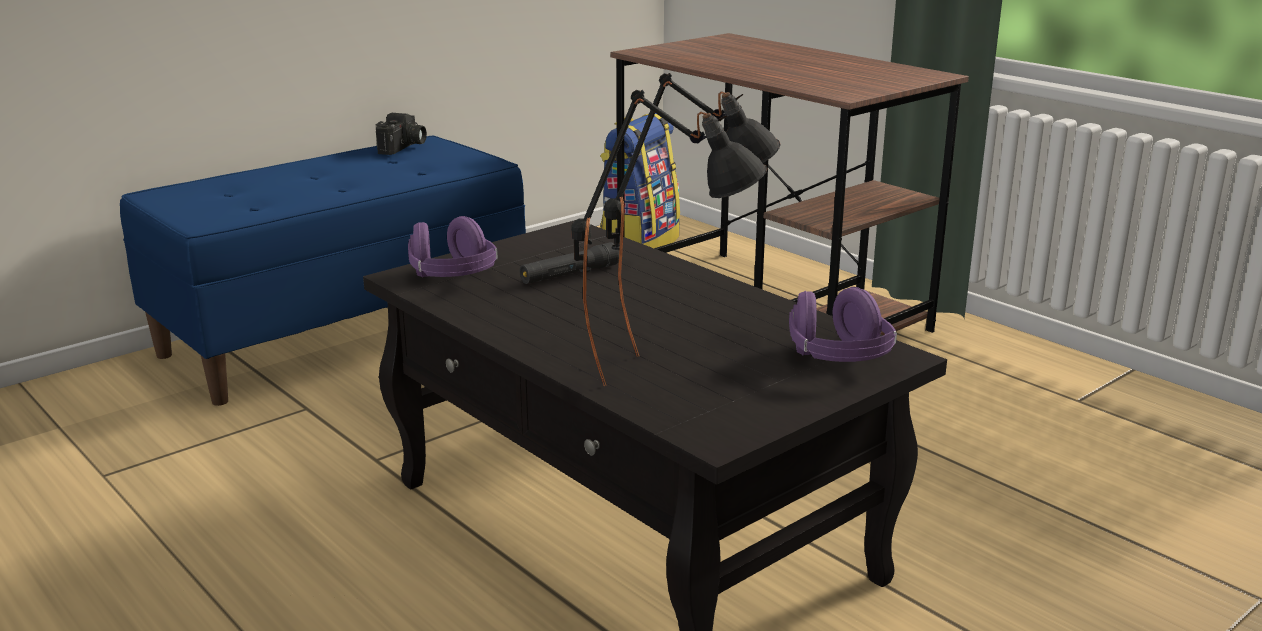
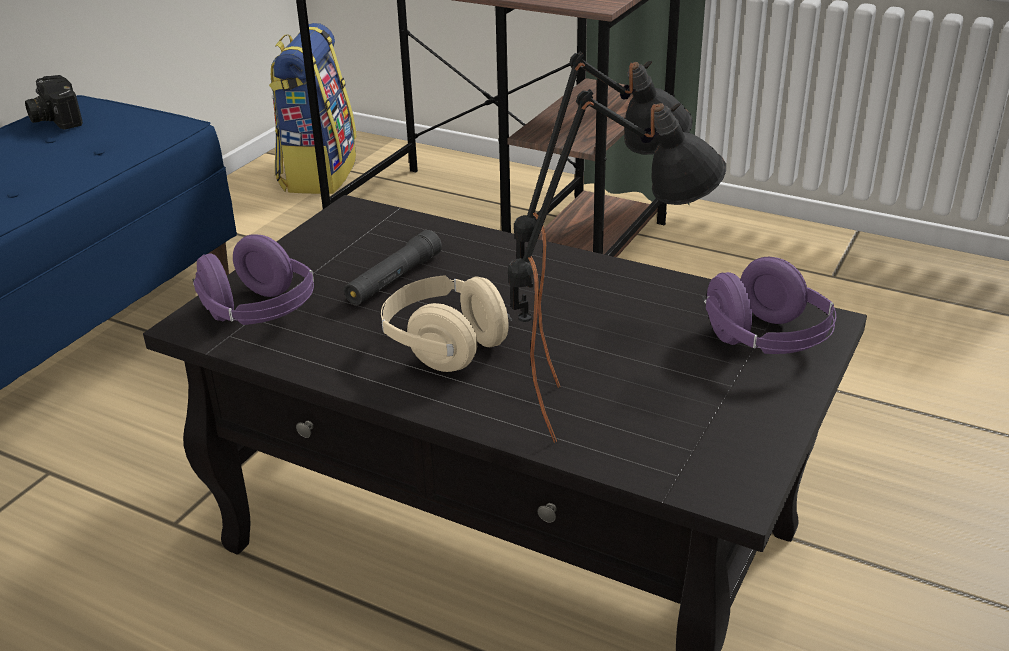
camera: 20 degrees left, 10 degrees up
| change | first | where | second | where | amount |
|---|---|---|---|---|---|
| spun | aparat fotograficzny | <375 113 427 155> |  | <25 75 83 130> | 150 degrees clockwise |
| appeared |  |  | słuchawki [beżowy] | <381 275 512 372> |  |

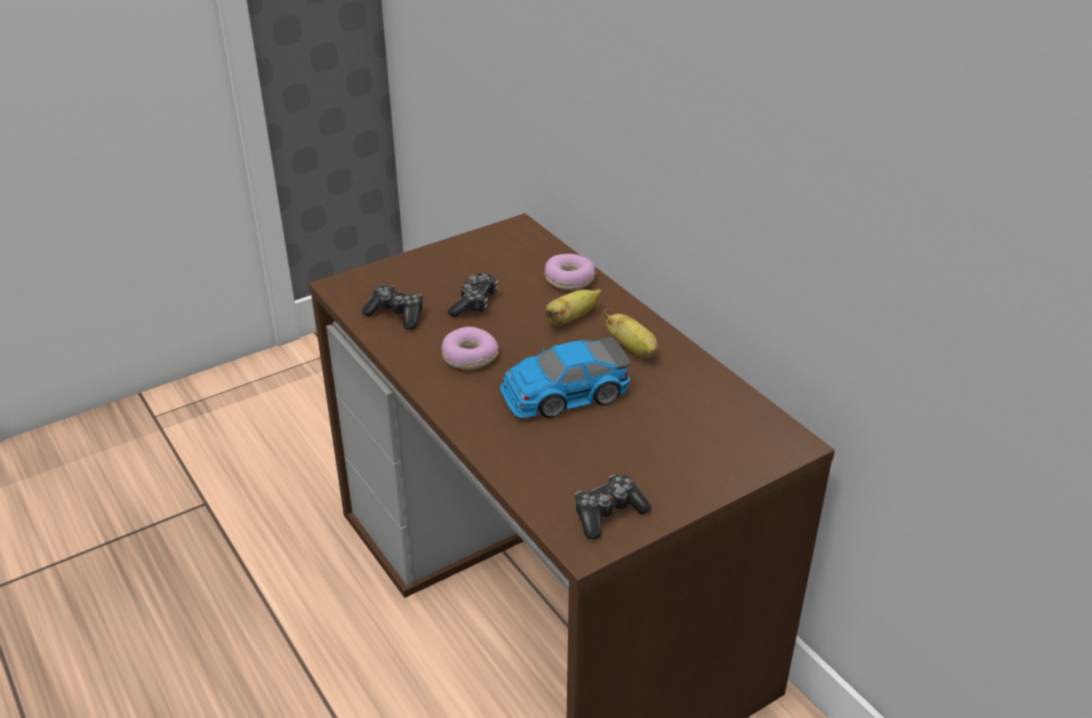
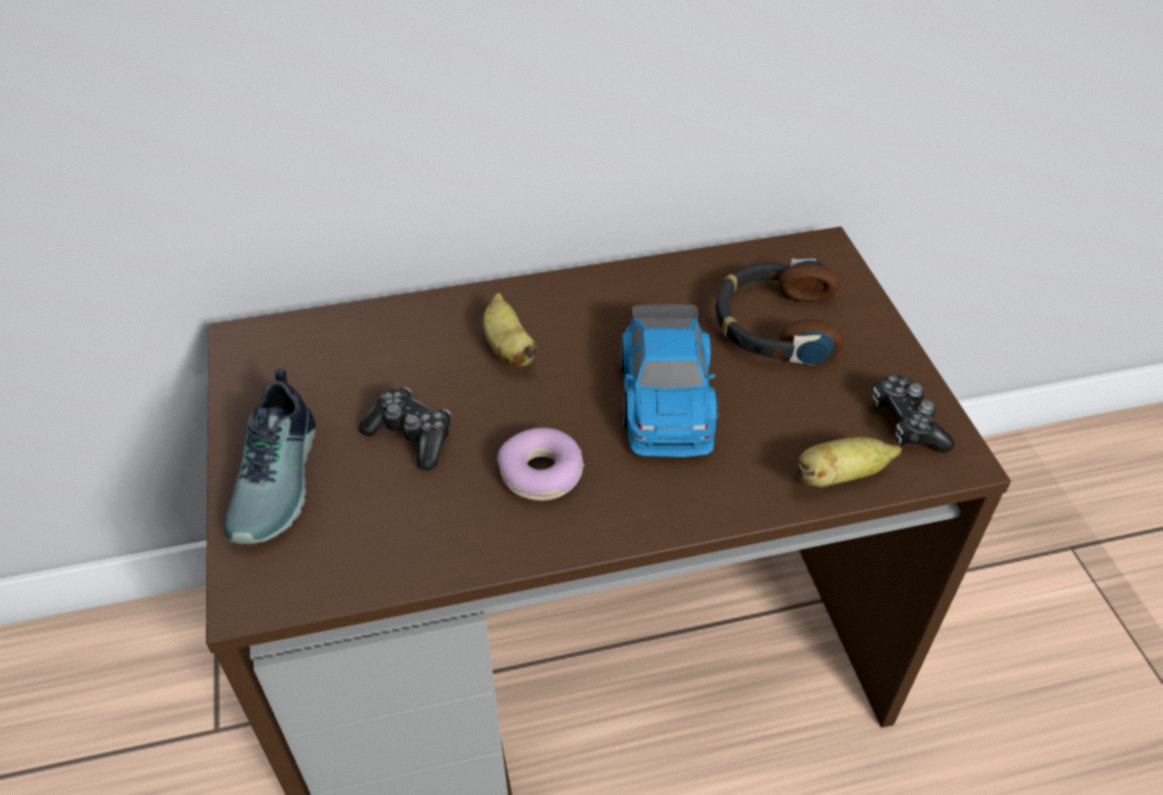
camera: 70 degrees left, 10 degrees up
| change | first | where | second | where | amount |
|---|---|---|---|---|---|
| appeared |  |  | but | <224 369 316 544> |  |
| appeared |  |  | słuchawki | <715 258 845 365> |  |
| relocated | banan | <603 309 658 358> |  | <796 437 902 487> |  |
| missing | pad do gier | <362 285 423 330> |  |  |  |
| missing | donut | <545 254 596 290> |  |  |  |

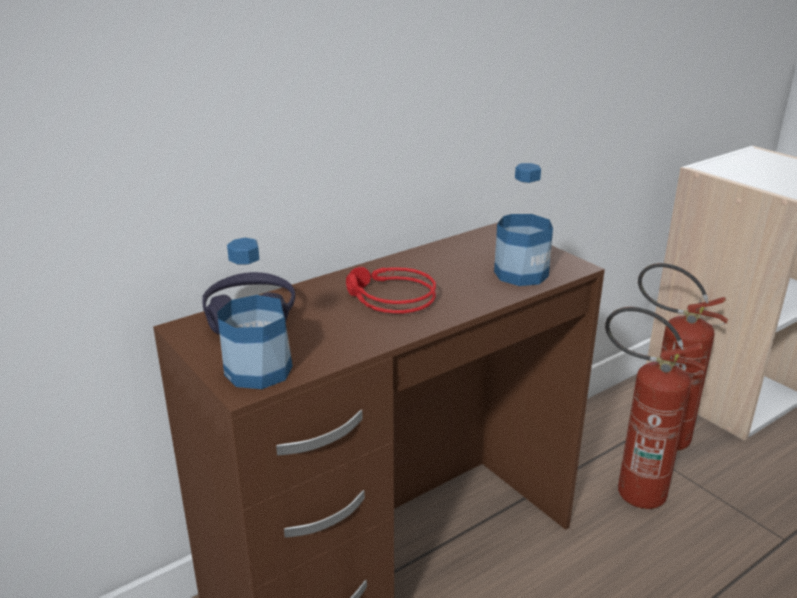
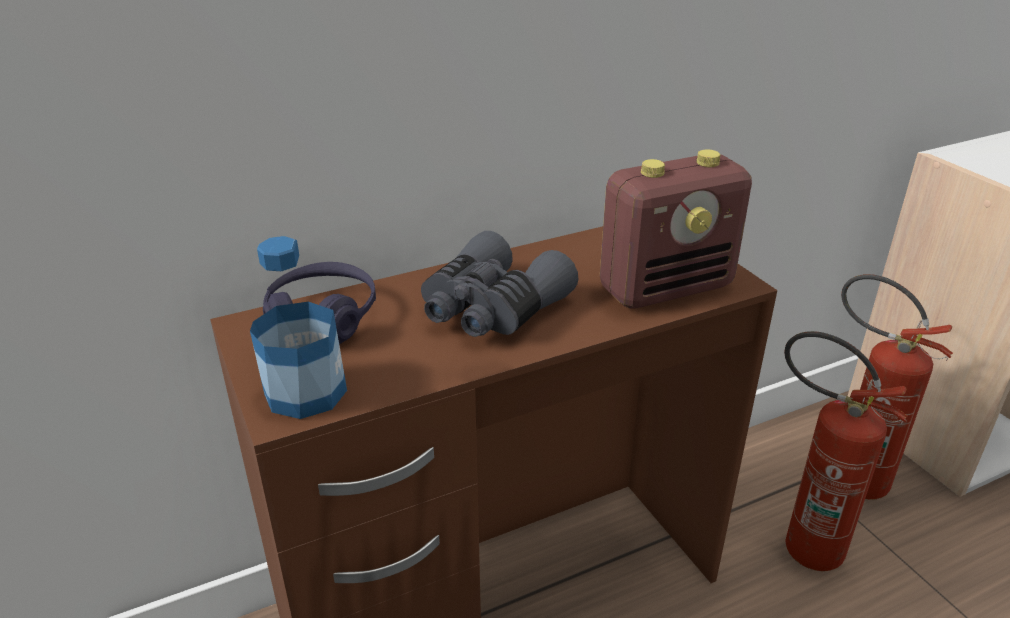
camera: 10 degrees right, 5 degrees up
| change | first | where | second | where | amount |
|---|---|---|---|---|---|
| exchanged | słuchawki [czerwony] | <346 267 436 313> | lornetka [szary] | <421 231 578 337> |  |
| exchanged | butelka | <494 163 553 286> | radio | <600 149 752 309> |  |

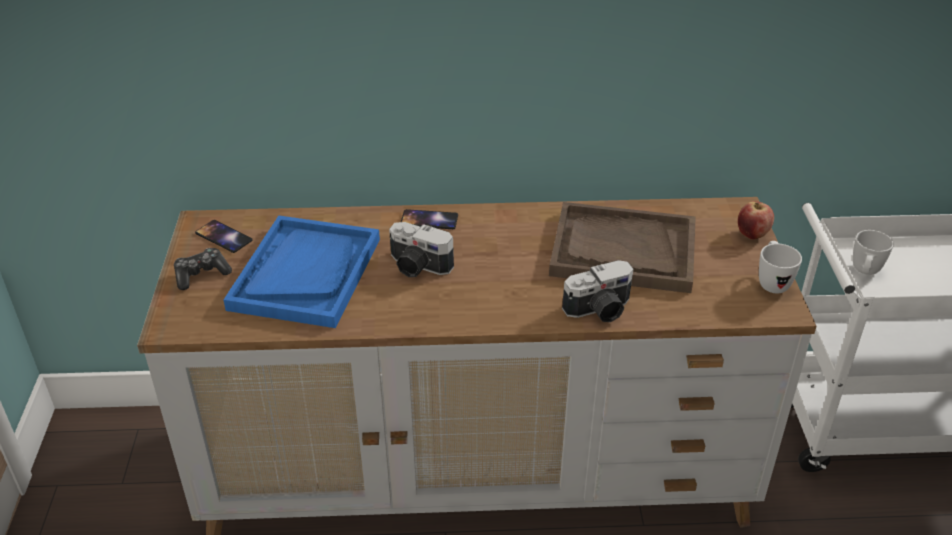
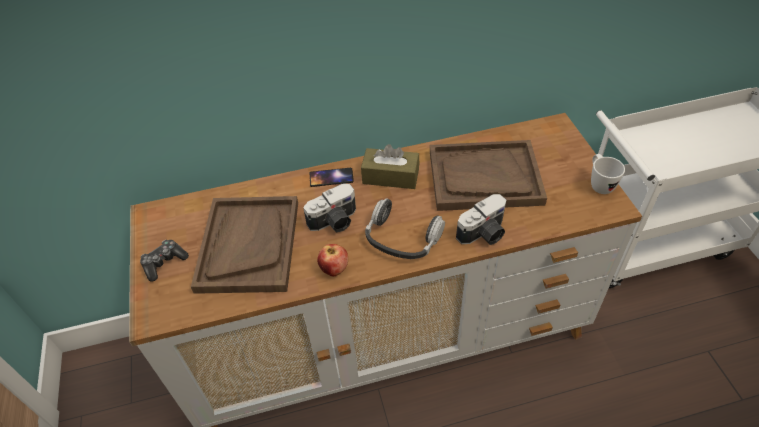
camera: 10 degrees left, 10 degrees up
| change | first | where | second | where | amount |
|---|---|---|---|---|---|
| colour | taca [niebieski] | <224 216 380 328> | taca [brązowy] | <191 196 298 294> |  |
| spun | aparat fotograficzny | <389 222 454 277> |  | <303 184 356 232> | 45 degrees counterclockwise |
| relocated | jabłko | <738 201 774 239> |  | <317 244 348 276> |  |
| appeared |  |  | pudełko chusteczek [brązowy] | <361 144 419 189> |  |
| appeared |  |  | słuchawki | <365 198 445 259> |  |
| missing | telefon | <195 220 253 253> |  |  |  |
| missing | kubek [biały] | <853 230 894 275> |  |  |  |

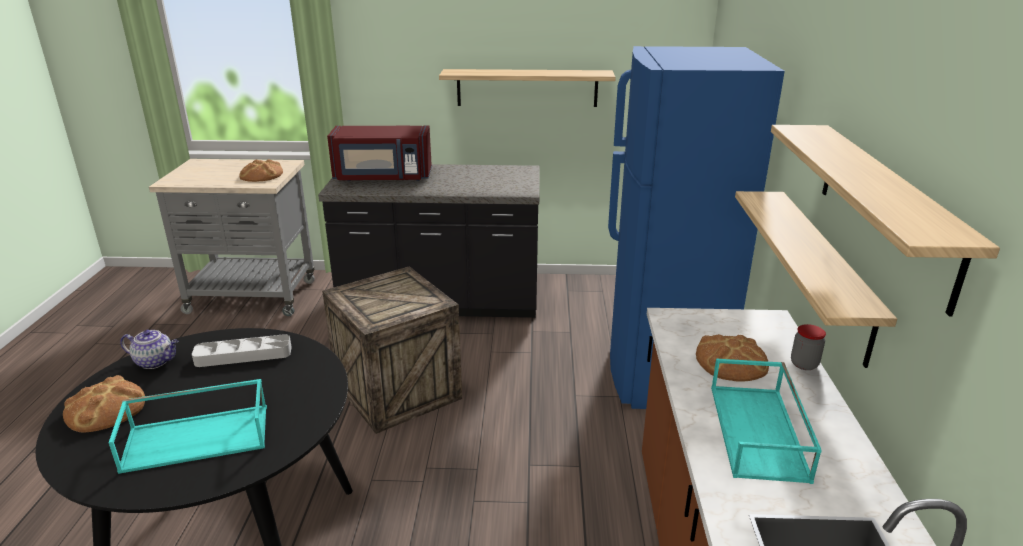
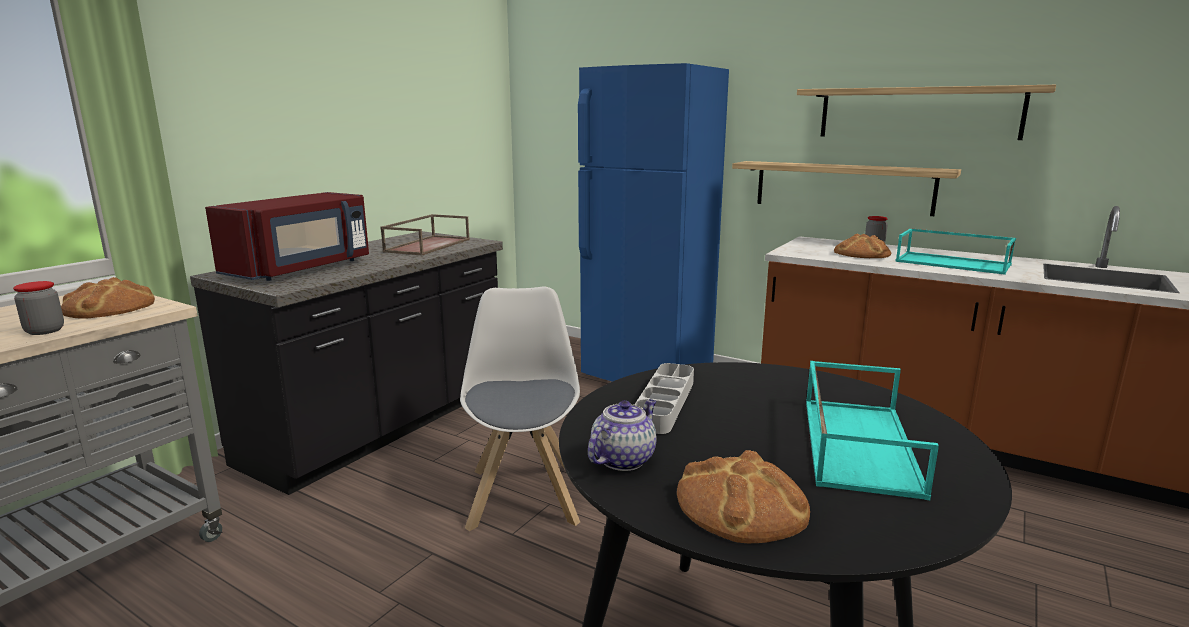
camera: 60 degrees left, 10 degrees down
| change | first | where | second | where | amount |
|---|---|---|---|---|---|
| appeared |  |  | słoik | <13 281 64 335> |  |
| appeared |  |  | taca [brązowy] | <380 214 470 256> |  |
| exchanged | skrzynka | <322 266 462 434> | krzesło | <460 287 580 531> |  |
| missing | półka | <439 69 616 107> |  |  |  |

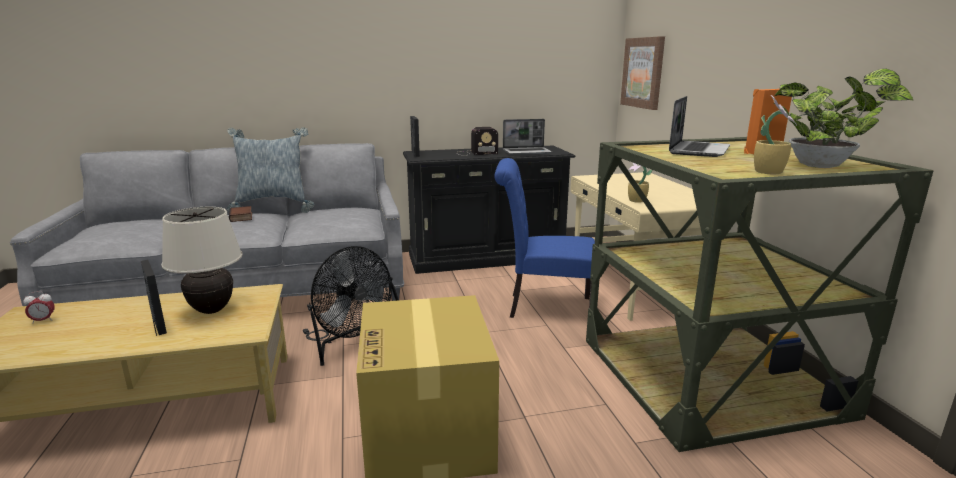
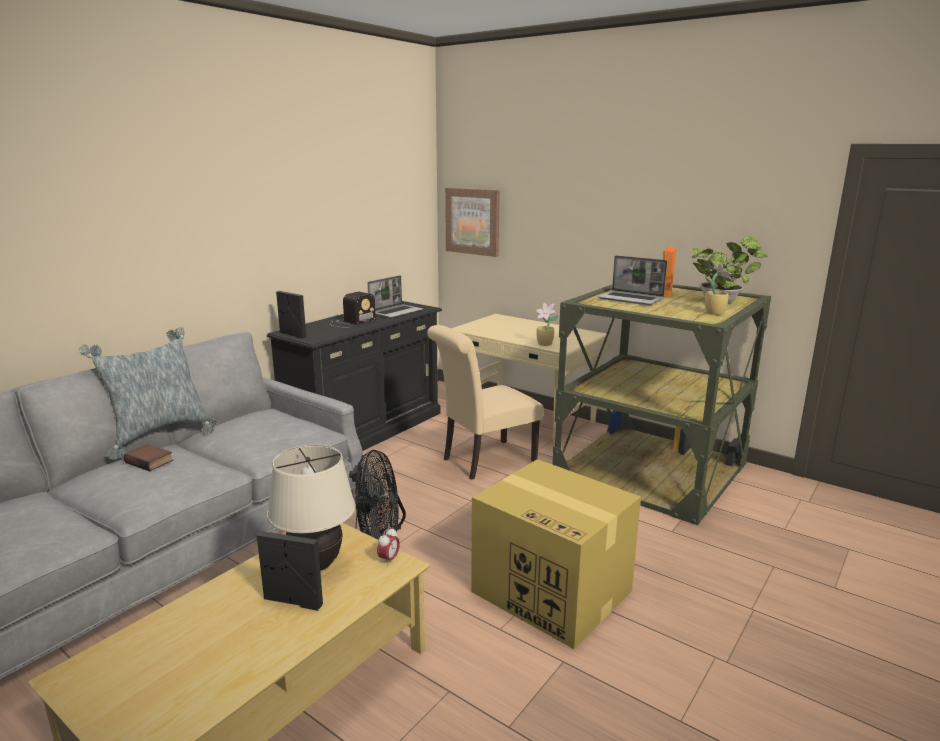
camera: 40 degrees left, 0 degrees up
| change | first | where | second | where | amount |
|---|---|---|---|---|---|
| relocated | budzik | <23 291 55 324> |  | <377 527 400 566> |  |
| colour | krzesło [niebieski] | <494 158 595 318> | krzesło [beżowy] | <427 325 543 480> |  |
| spun | laptop | <669 96 730 157> |  | <598 255 667 305> | 135 degrees clockwise |

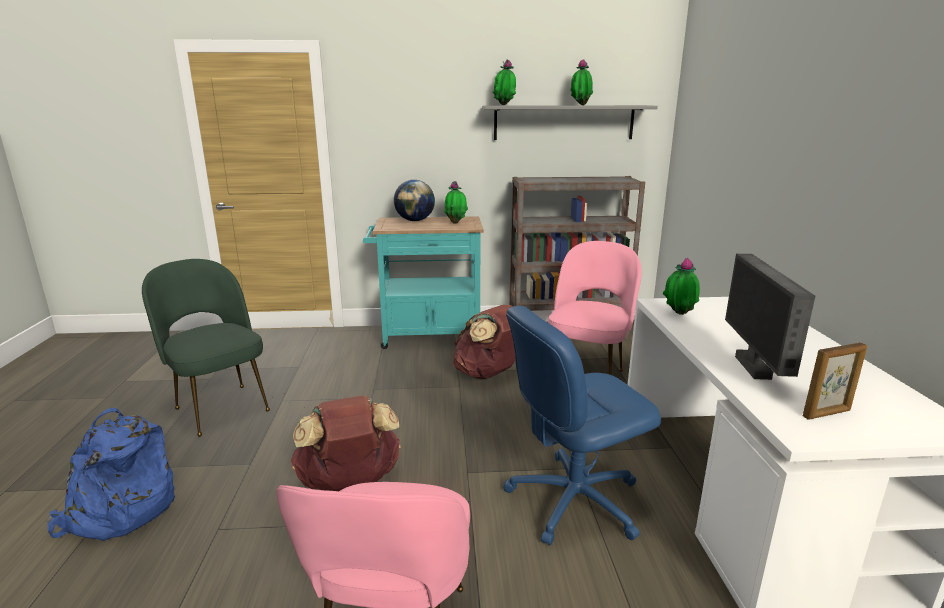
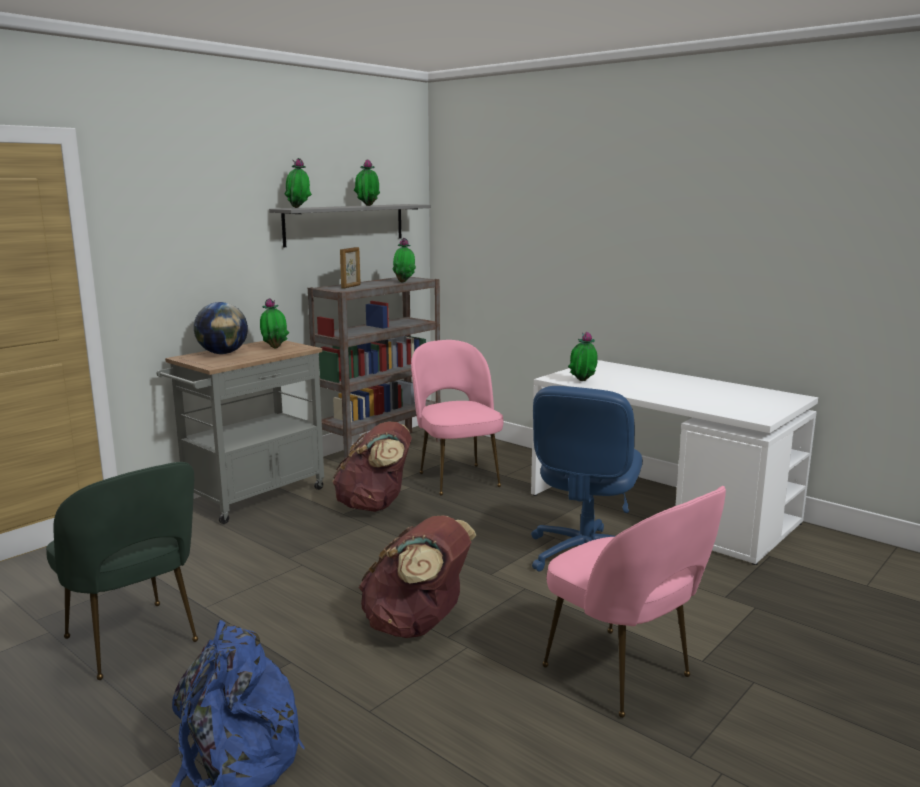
camera: 45 degrees left, 5 degrees down
| change | first | where | second | where | amount |
|---|---|---|---|---|---|
| spun | krzesło [zielony] | <142 259 270 437> |  | <46 462 198 680> | 135 degrees counterclockwise |
| colour | wózek [turkusowy] | <363 216 484 349> | wózek [szary] | <156 340 324 524> |  |
| relocated | ramka na zdjęcie | <803 343 867 420> |  | <340 247 361 288> |  |
| appeared |  |  | roślina doniczkowa | <393 238 416 282> |  |
| missing | monitor | <725 254 815 380> |  |  |  |

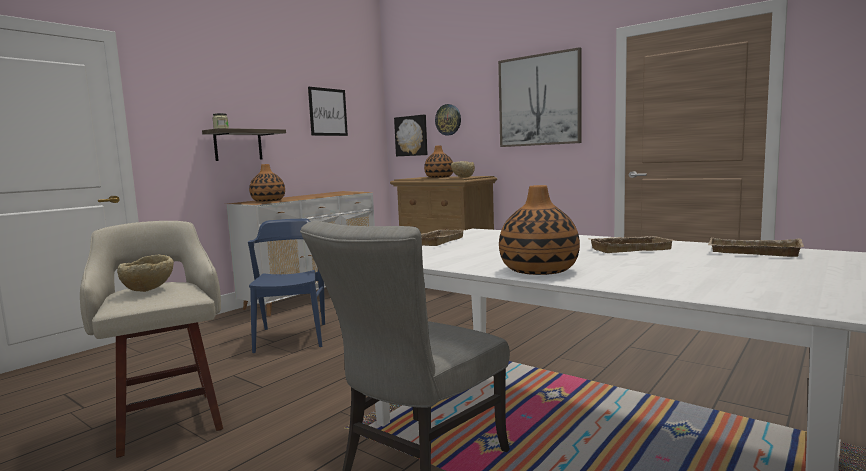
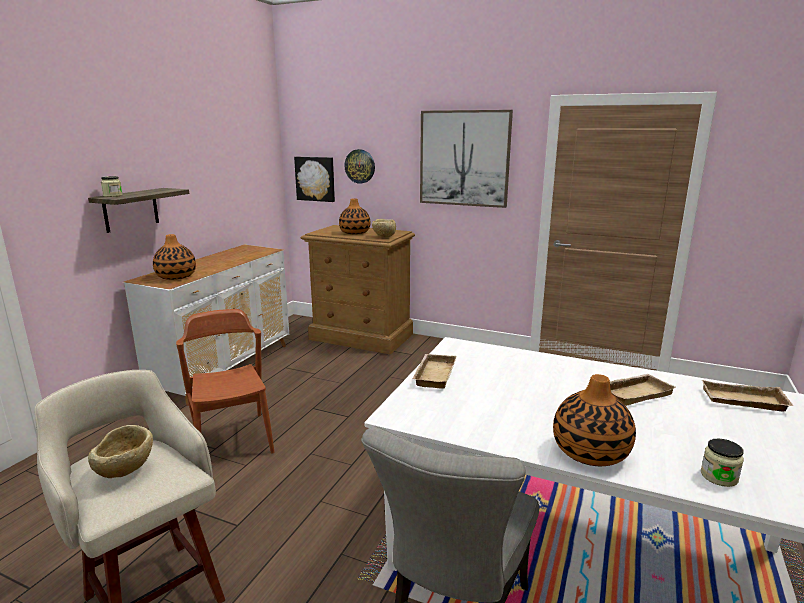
camera: 15 degrees left, 10 degrees up
| change | first | where | second | where | amount |
|---|---|---|---|---|---|
| colour | krzesło [niebieski] | <248 218 325 353> | krzesło [brązowy] | <176 309 275 453> |  |
| appeared |  |  | słoik | <701 439 744 487> |  |
| missing | obraz | <308 87 348 136> |  |  |  |

